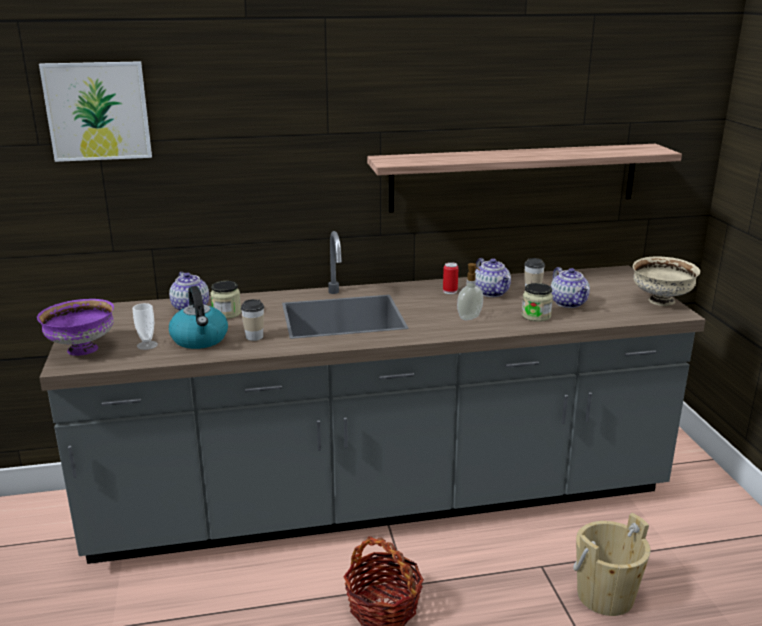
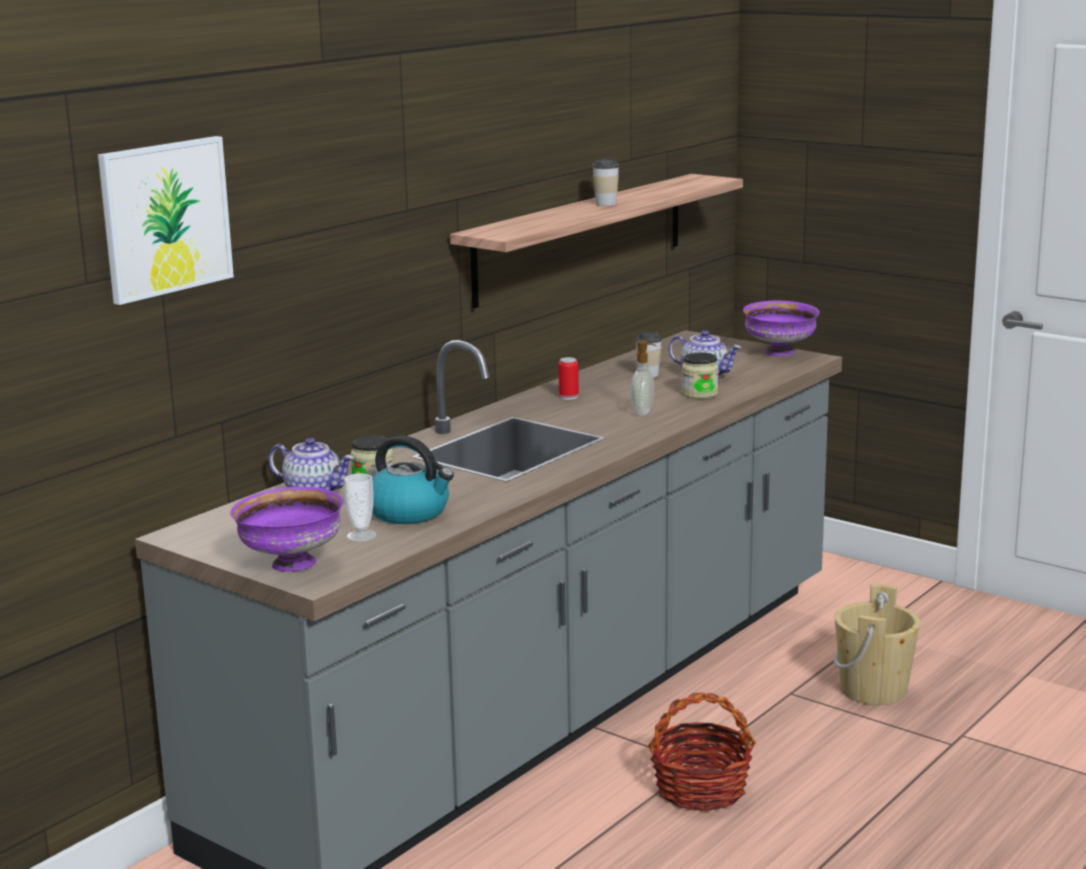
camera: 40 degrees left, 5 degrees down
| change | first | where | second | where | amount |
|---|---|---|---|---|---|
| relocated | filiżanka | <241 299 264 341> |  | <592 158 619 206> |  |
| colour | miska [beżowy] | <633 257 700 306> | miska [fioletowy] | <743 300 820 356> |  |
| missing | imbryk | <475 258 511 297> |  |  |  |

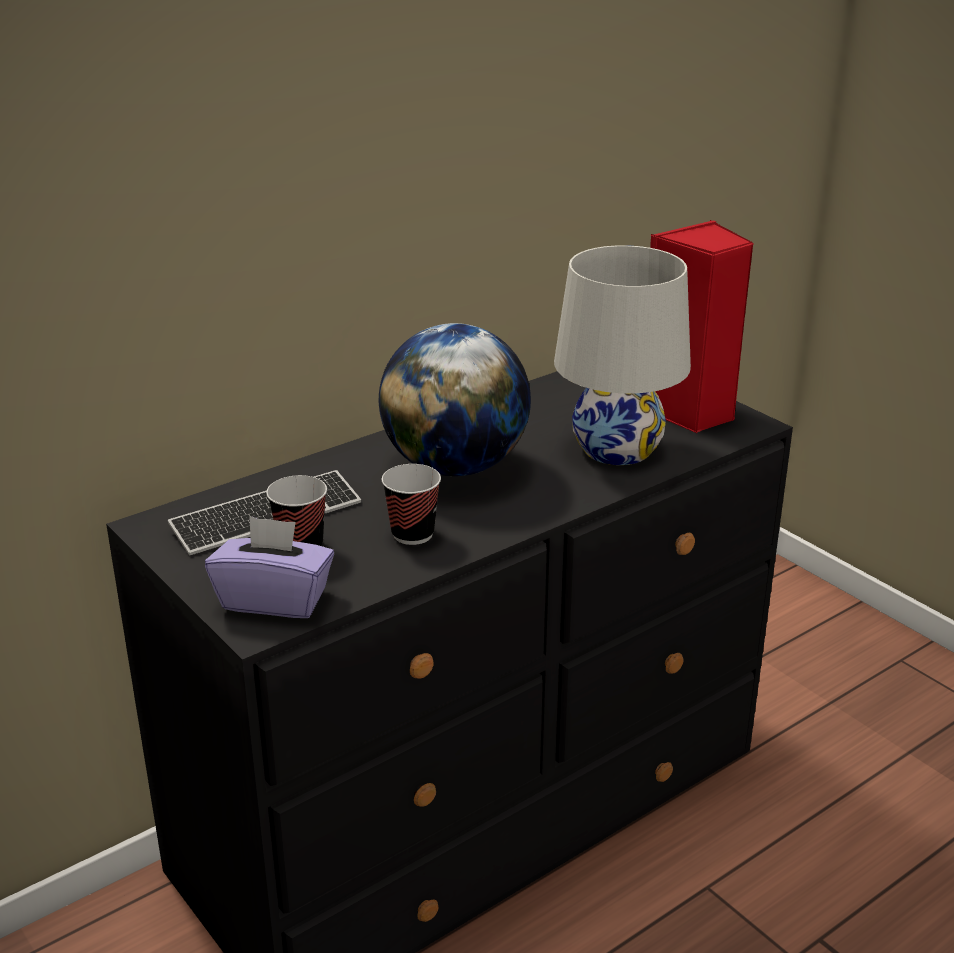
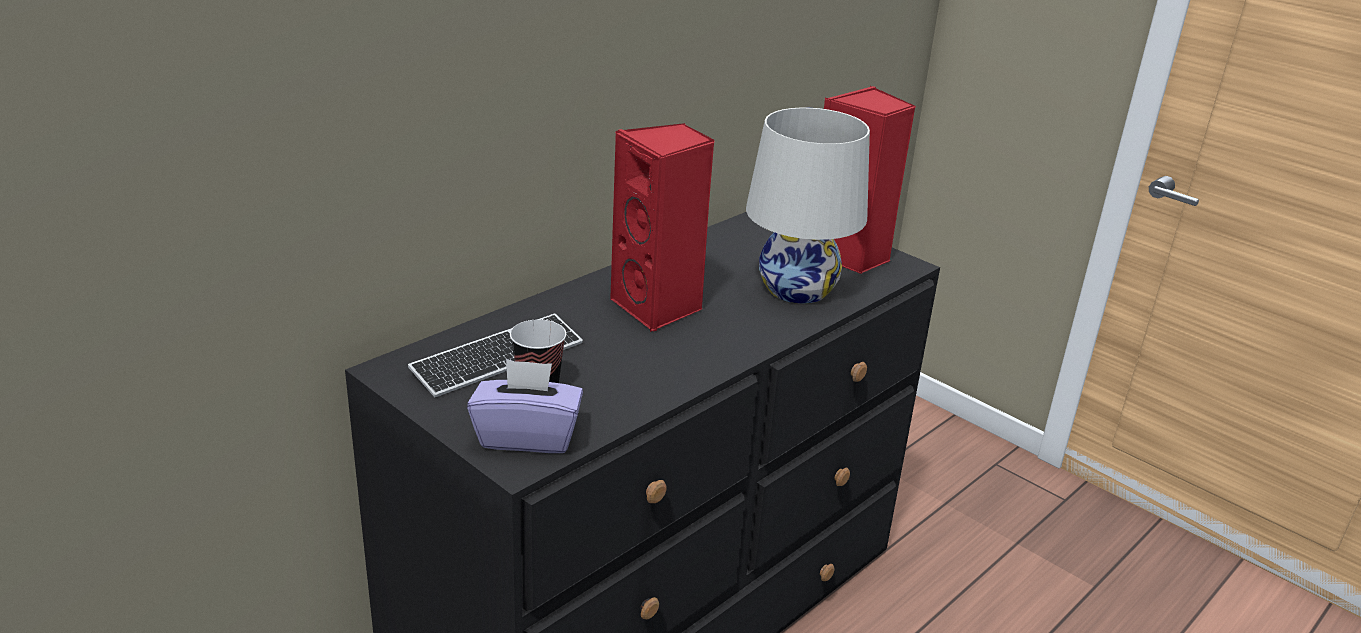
camera: 10 degrees left, 0 degrees up
| change | first | where | second | where | amount |
|---|---|---|---|---|---|
| exchanged | globus | <379 323 531 476> | głośnik [czerwony] | <610 123 714 332> |  |
| missing | filiżanka | <382 464 441 545> |  |  |  |

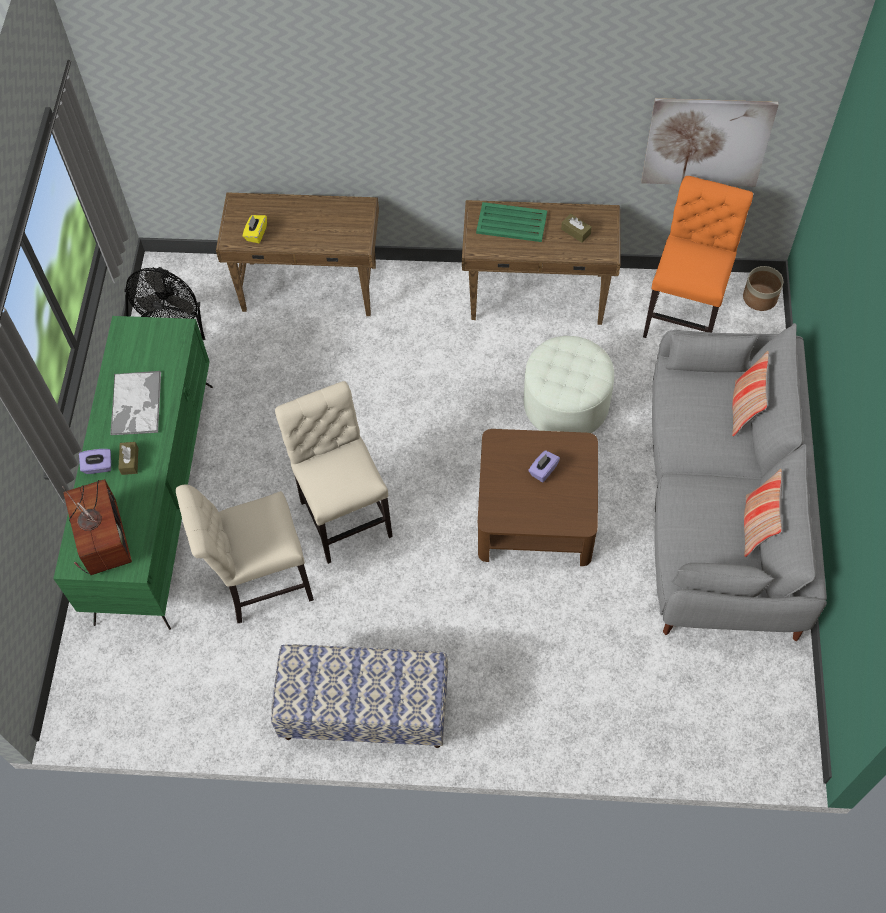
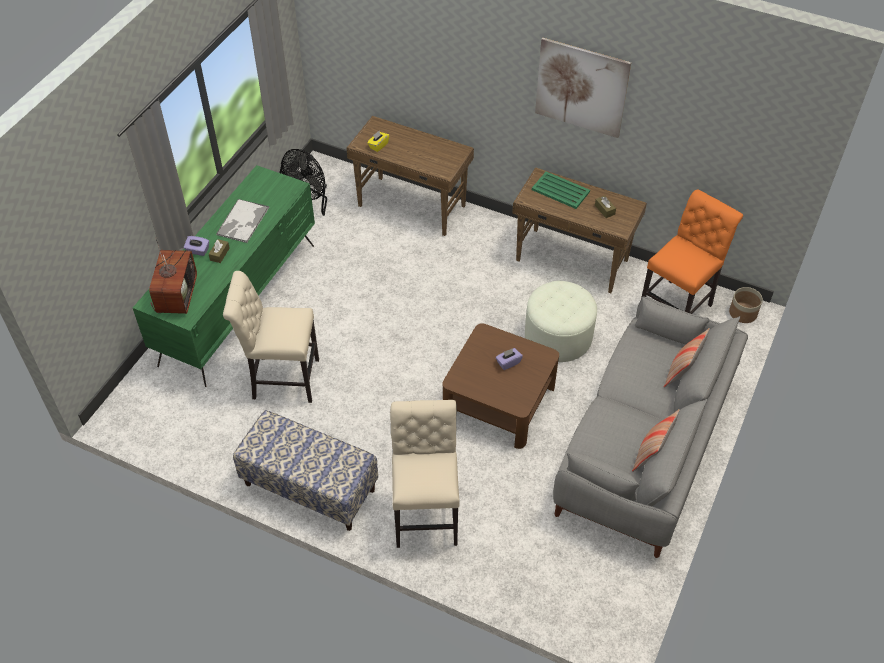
camera: 20 degrees right, 10 degrees down
| change | first | where | second | where | amount |
|---|---|---|---|---|---|
| relocated | stołek [beżowy] | <275 381 393 564> |  | <390 400 460 548> |  |
| relocated | obraz | <641 98 779 187> |  | <535 38 631 138> |  |

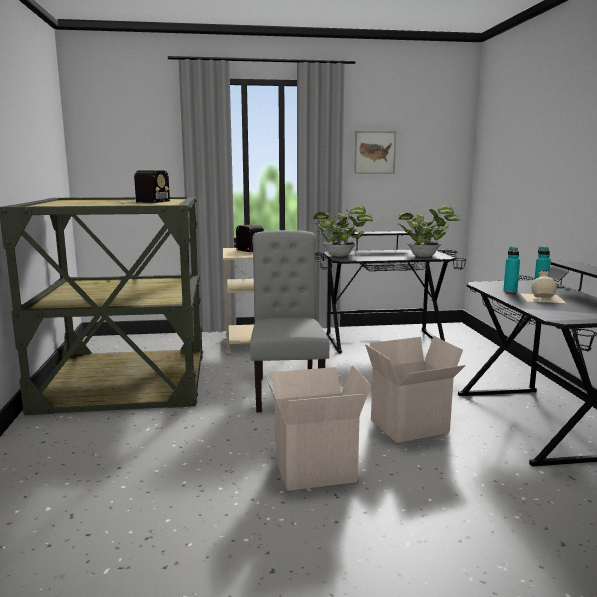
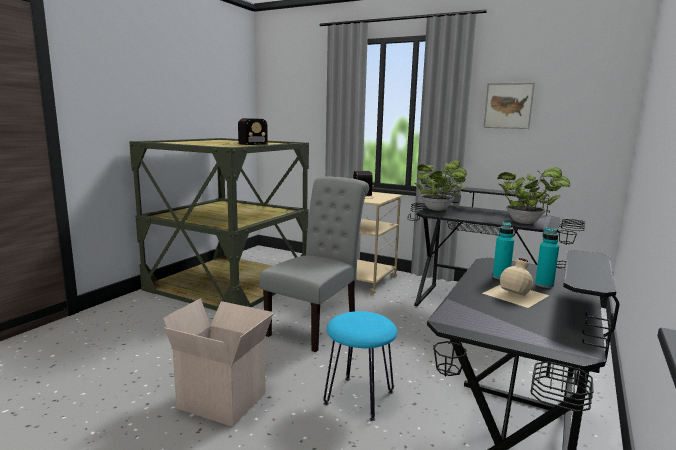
camera: 35 degrees right, 0 degrees up
| change | first | where | second | where | amount |
|---|---|---|---|---|---|
| exchanged | karton | <365 336 466 443> | stołek [turkusowy] | <323 311 397 421> |  |

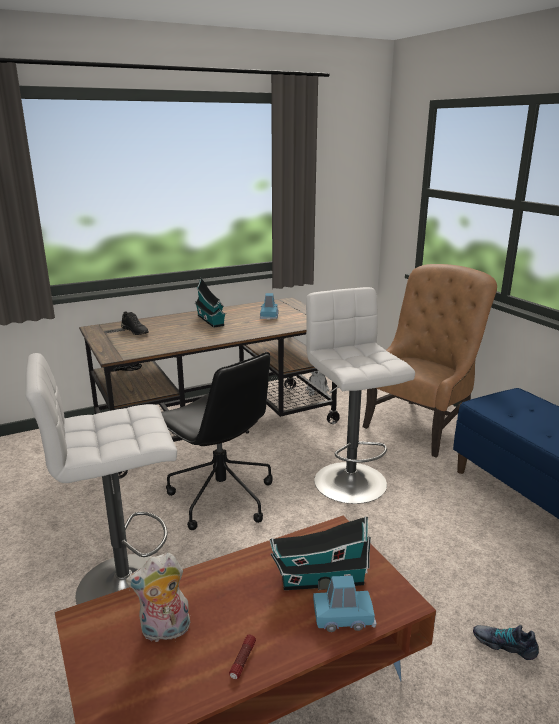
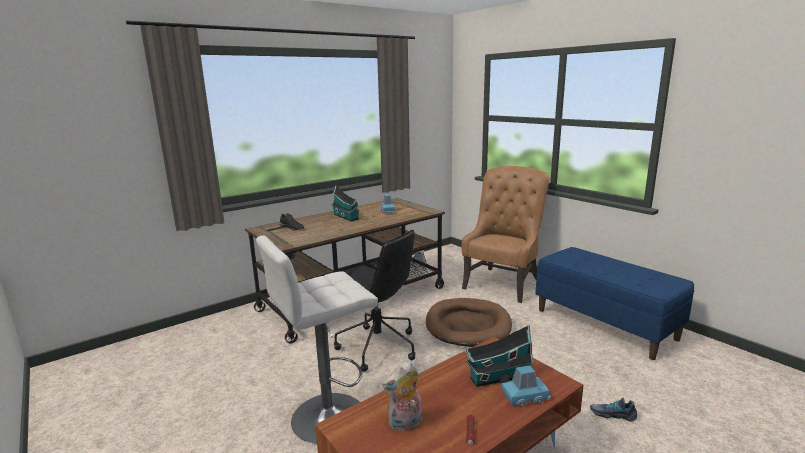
camera: 10 degrees left, 5 degrees down
| change | first | where | second | where | amount |
|---|---|---|---|---|---|
| exchanged | stołek [biały] | <306 287 415 504> | legowisko [brązowy] | <426 298 512 347> |  |

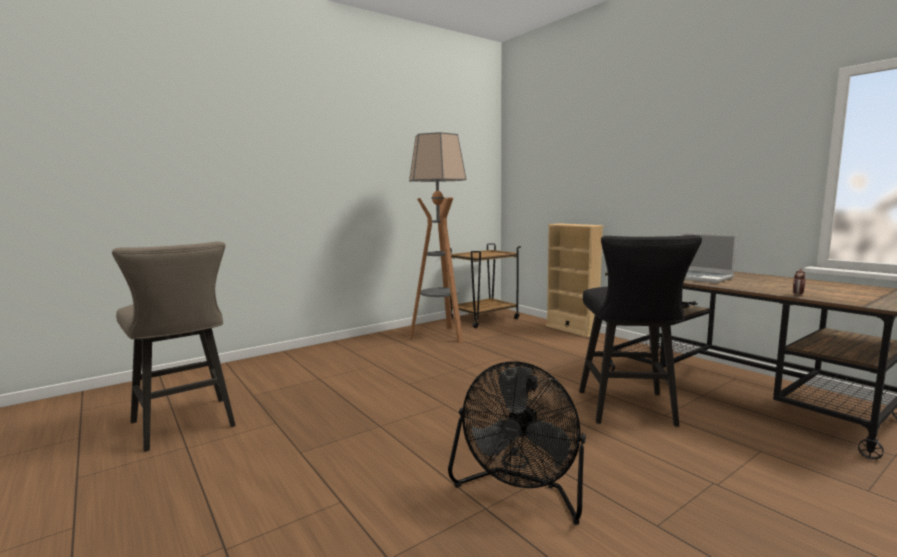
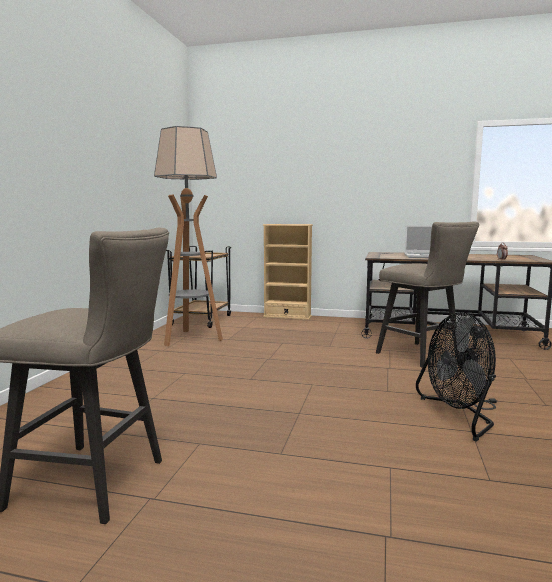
camera: 40 degrees left, 0 degrees up
| change | first | where | second | where | amount |
|---|---|---|---|---|---|
| colour | stołek [czarny] | <579 235 702 427> | stołek [beżowy] | <376 221 479 368> |  |
| spun | wentylator [czarny] | <448 361 586 525> |  | <416 312 497 442> | 90 degrees clockwise |

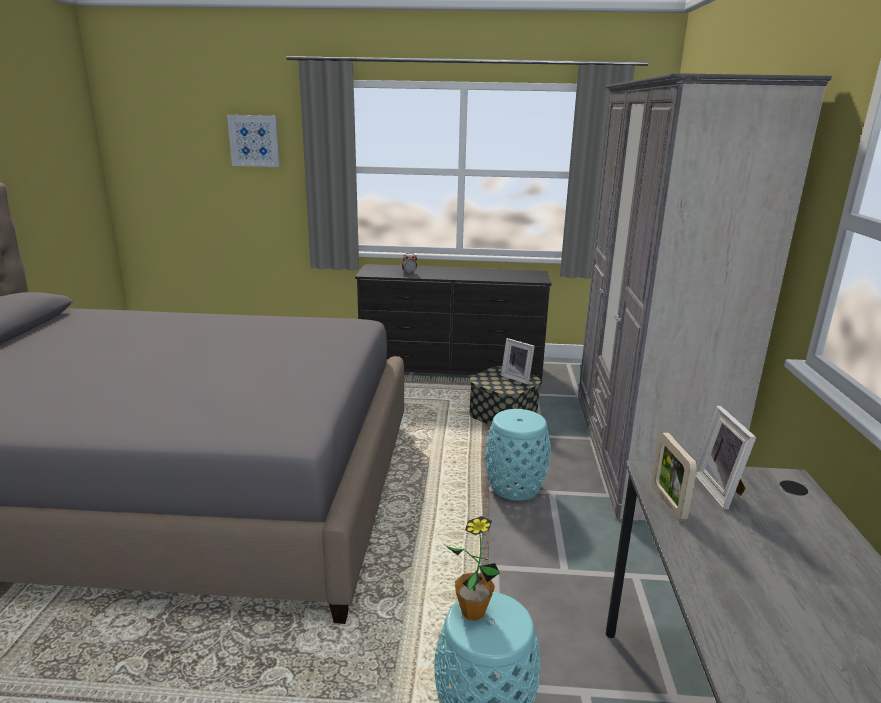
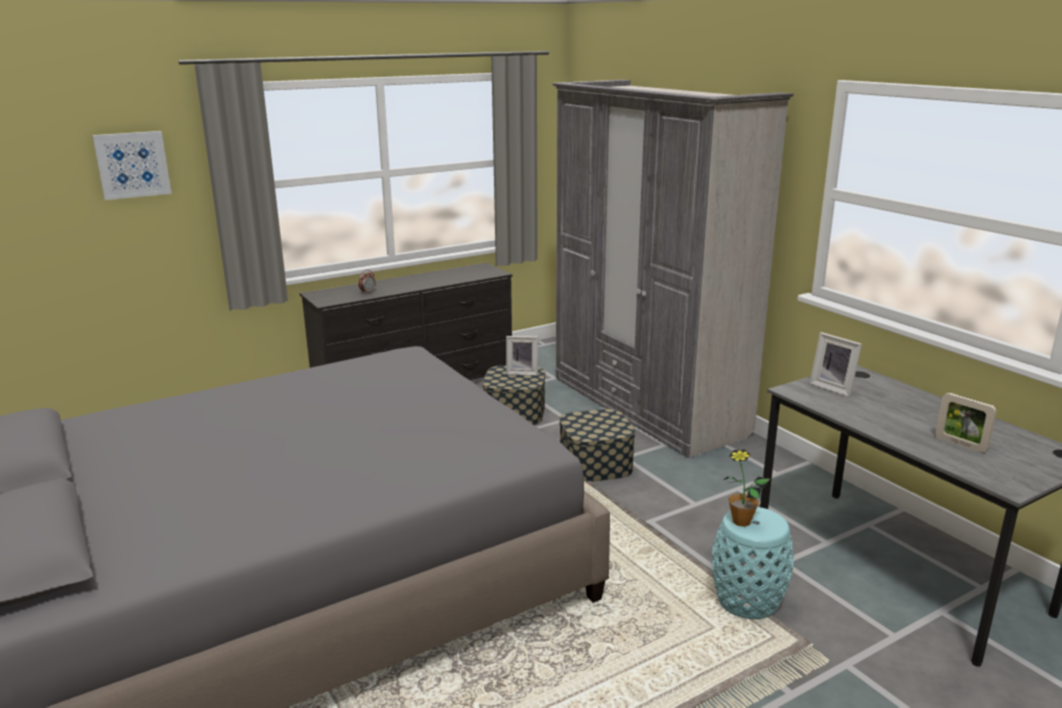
camera: 35 degrees left, 0 degrees up
| change | first | where | second | where | amount |
|---|---|---|---|---|---|
| exchanged | stołek [turkusowy] | <485 409 551 501> | pojemnik do przechowywania | <559 409 635 482> |  |
| relocated | ramka na zdjęcie | <651 432 697 521> |  | <936 393 997 453> |  |

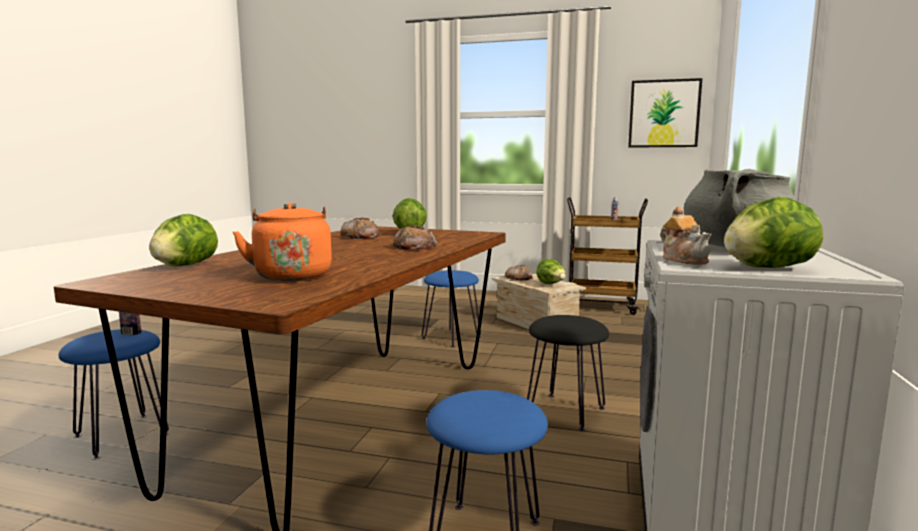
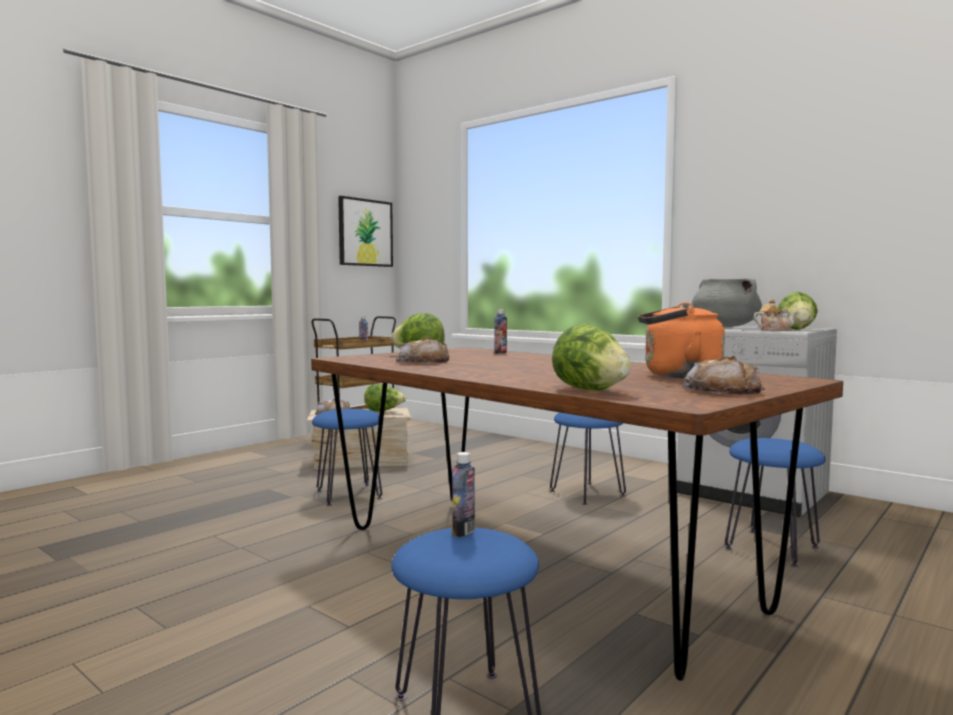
camera: 65 degrees left, 5 degrees down
| change | first | where | second | where | amount |
|---|---|---|---|---|---|
| appeared |  |  | butelka | <494 309 507 354> |  |
| colour | stołek [czarny] | <527 315 609 432> | stołek [niebieski] | <550 412 626 505> |  |
| relocated | chleb | <391 225 437 250> |  | <683 356 765 395> |  |

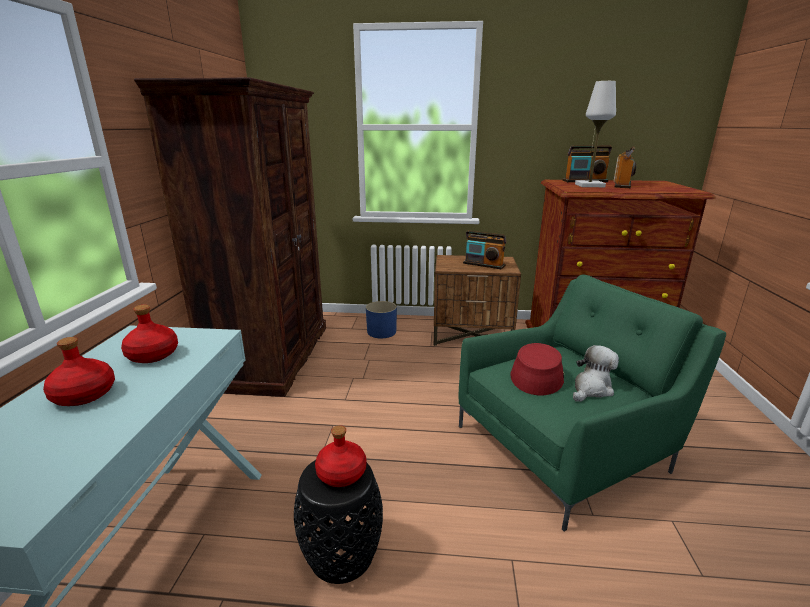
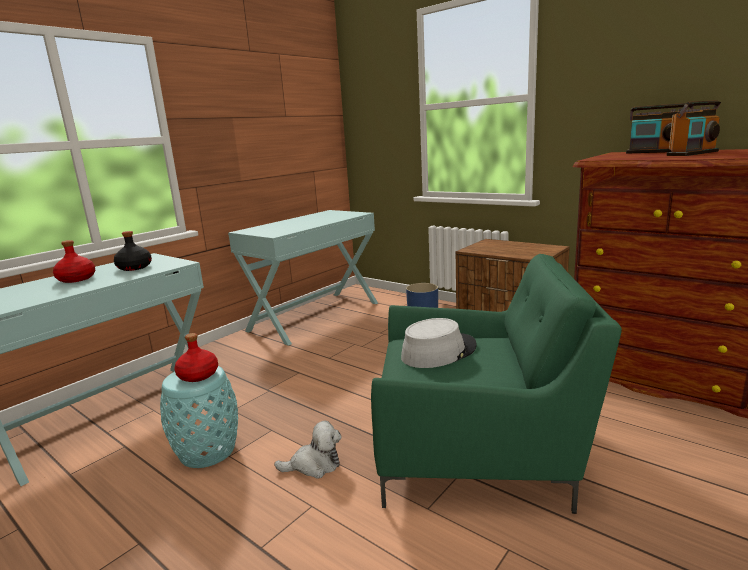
camera: 35 degrees right, 5 degrees down
| change | first | where | second | where | amount |
|---|---|---|---|---|---|
| colour | butelka [czerwony] | <121 305 178 363> | butelka [czarny] | <114 231 152 271> |  |
| colour | stołek [czarny] | <294 460 383 584> | stołek [turkusowy] | <160 366 238 468> |  |
| exchanged | szafa [brązowy] | <134 77 326 397> | biurko [turkusowy] | <228 210 378 346> |  |
| relocated | pluszak | <573 345 619 402> |  | <274 421 341 479> |  |
| colour | kapelusz [czerwony] | <511 343 564 395> | kapelusz [szary] | <401 318 477 368> |  |
| missing | radio | <463 231 507 269> |  |  |  |
| missing | lampa stołowa [biały] | <575 81 616 187> |  |  |  |

